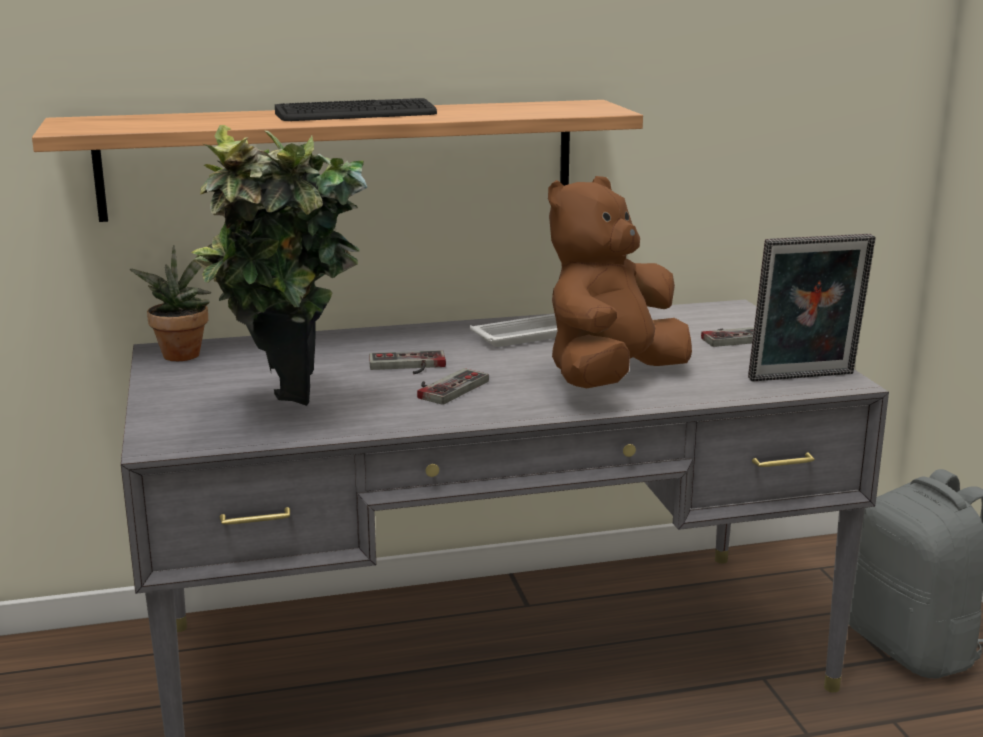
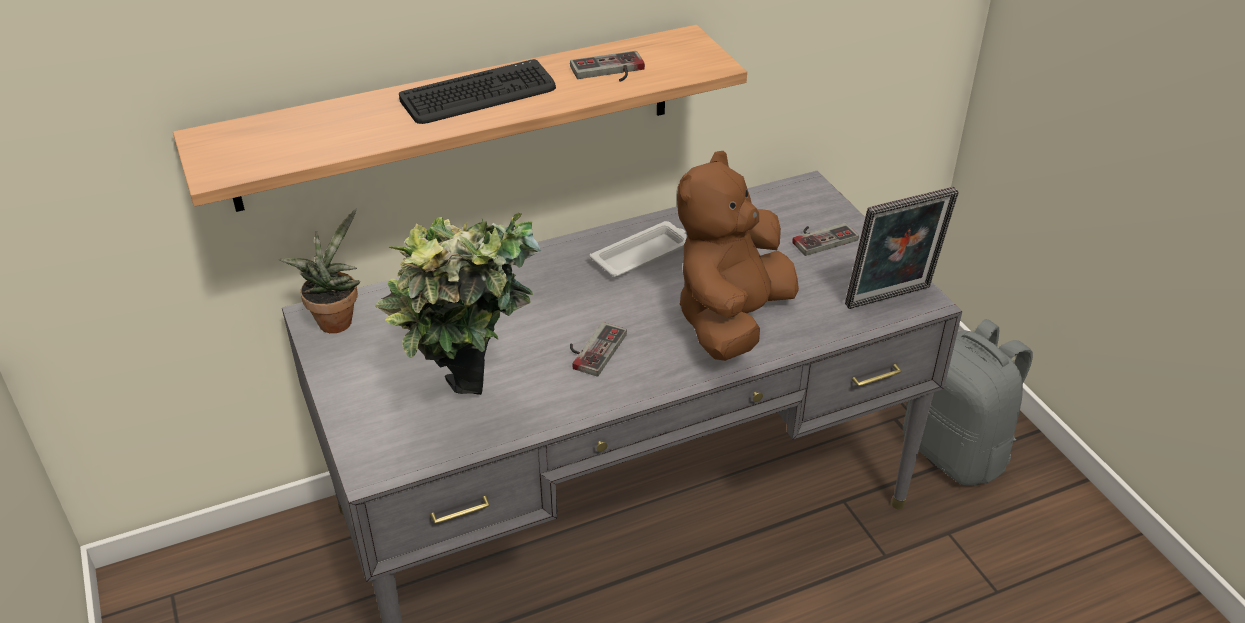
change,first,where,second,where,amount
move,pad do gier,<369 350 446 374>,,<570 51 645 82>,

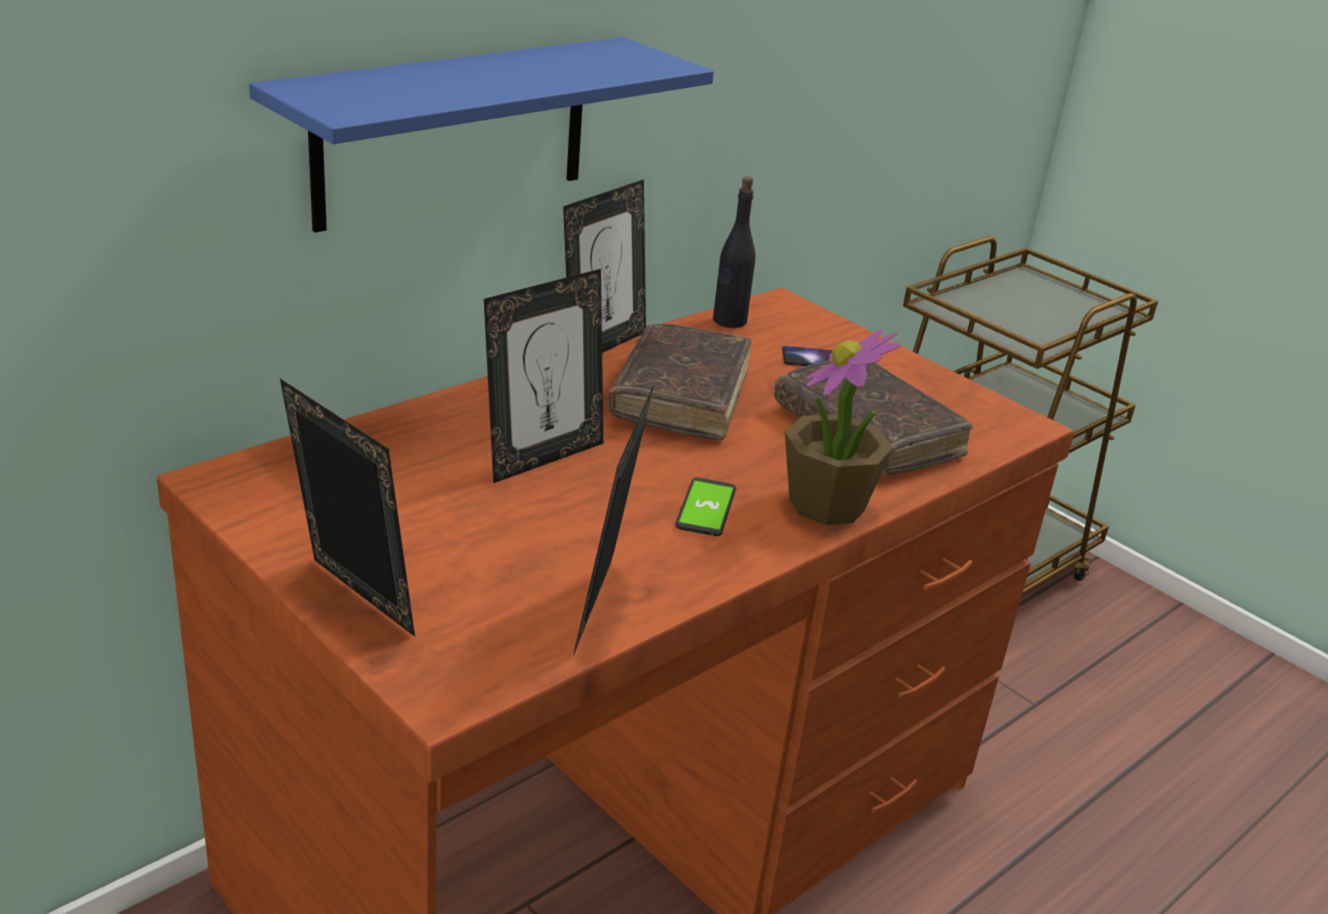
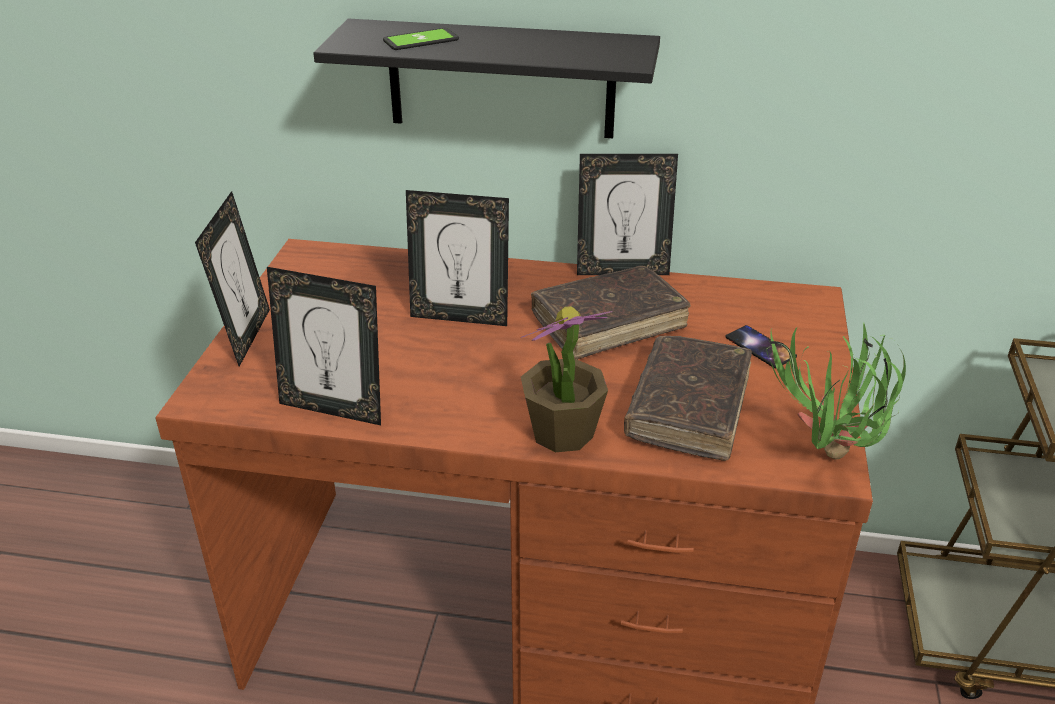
change,first,where,second,where,amount
recolor,półka/niebieski,<249 37 714 233>,półka/czarny,<313 19 660 138>,
delete,butelka/czarny,<713 177 755 328>,,,
rotate,ramka na zdjęcie,<573 384 654 656>,,<267 267 381 425>,135 degrees counterclockwise
move,telefon,<675 477 736 536>,,<383 28 459 50>,
insert,,,roślina doniczkowa,<767 323 906 459>,

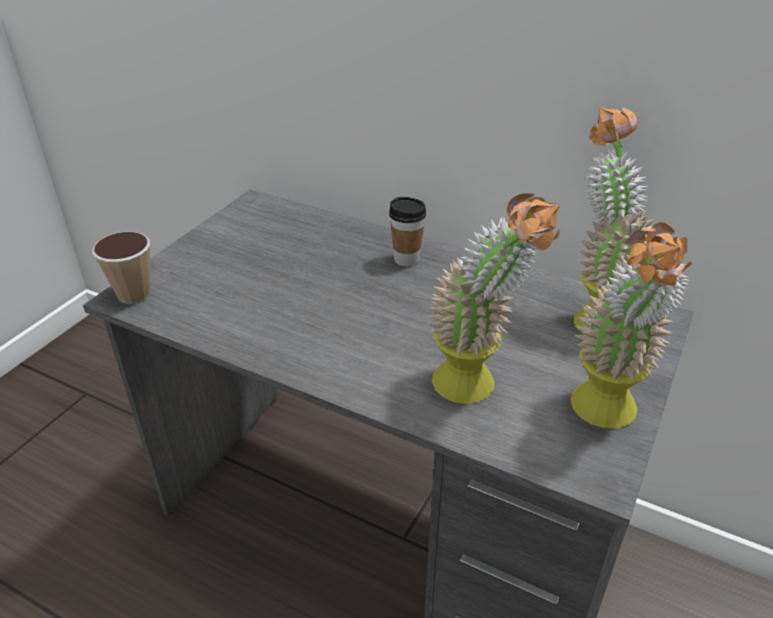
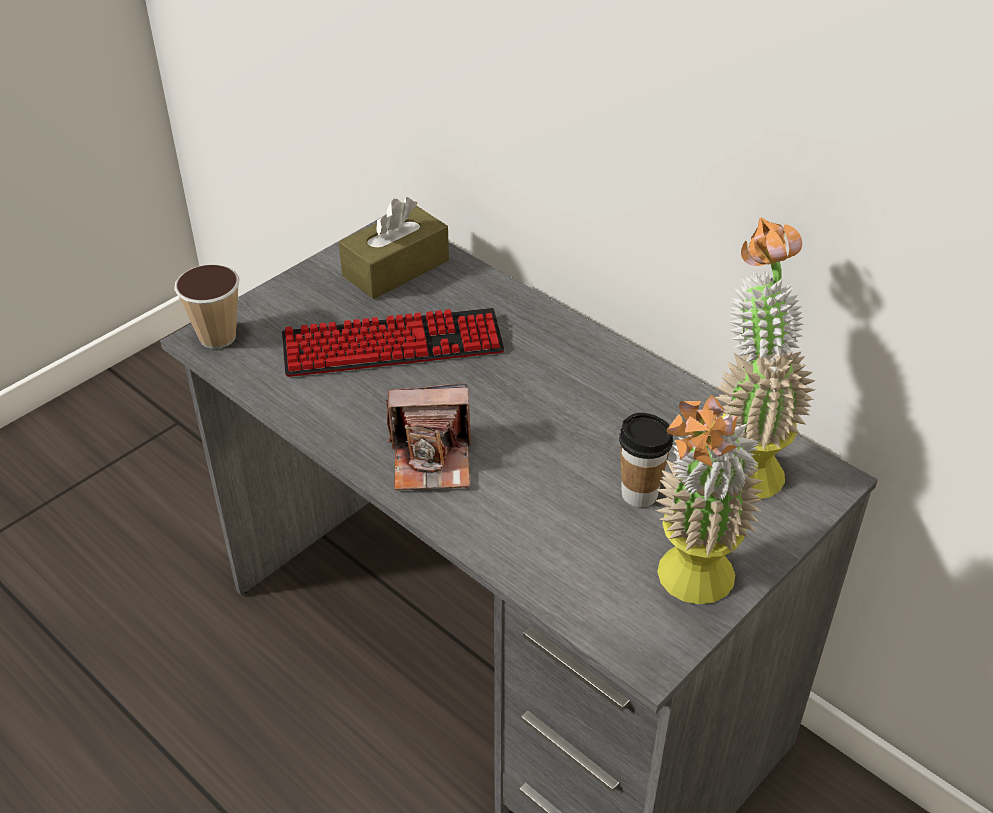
change,first,where,second,where,amount
delete,roślina doniczkowa,<429 193 560 404>,,,
move,filiżanka,<389 197 426 266>,,<619 413 673 507>,
insert,,,pudełko chusteczek/brązowy,<339 197 449 299>,
insert,,,klawiatura,<282 308 504 377>,
insert,,,aparat fotograficzny,<386 383 471 490>,

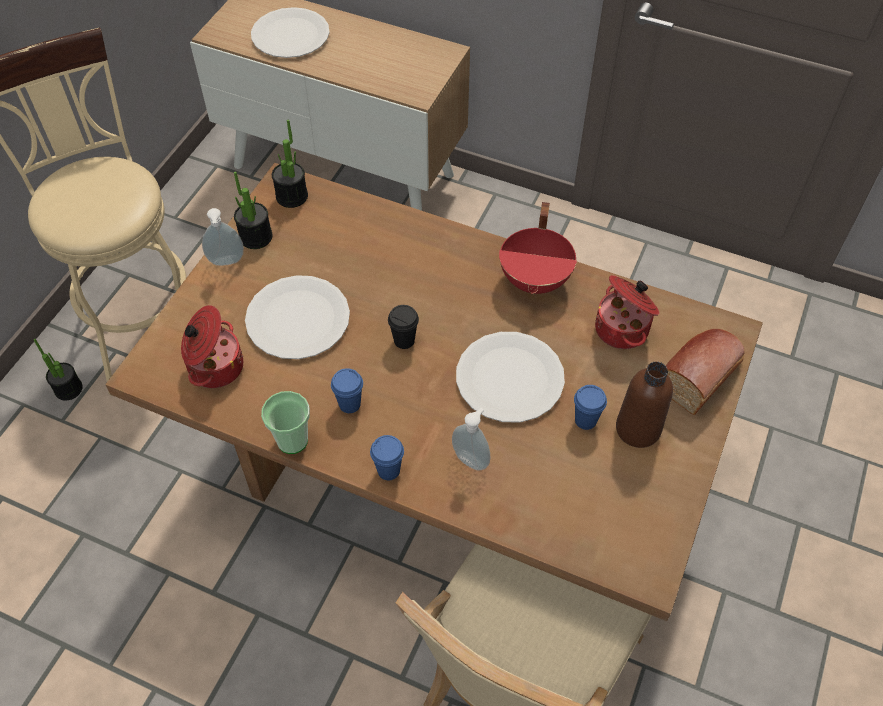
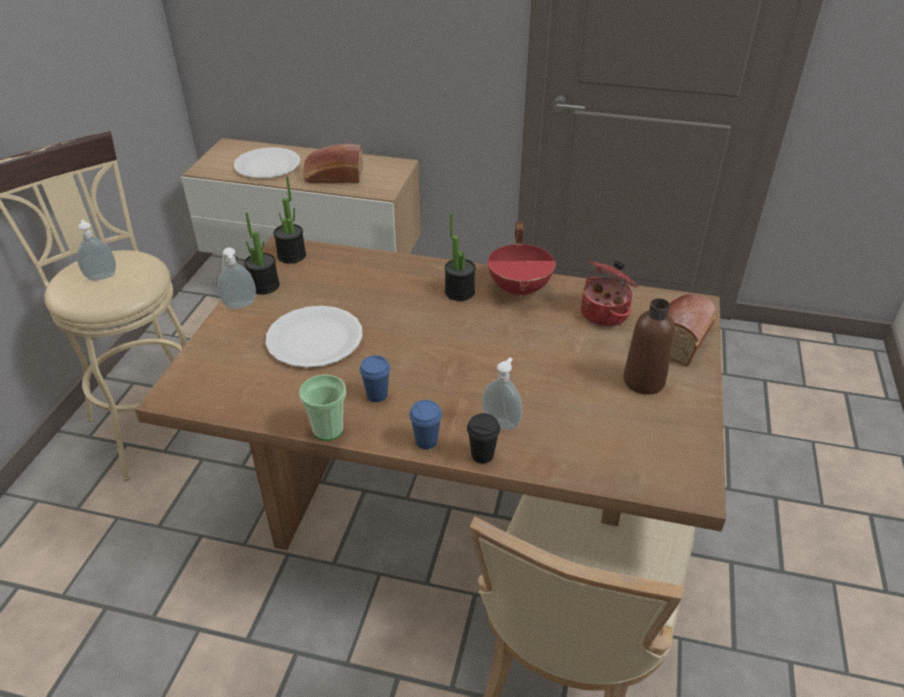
change,first,where,second,where,amount
delete,garnek,<181 305 243 388>,,,
move,filiżanka/czarny,<388 305 419 349>,,<467 413 500 463>,
delete,talerz/biały,<456 332 565 422>,,,
move,roślina doniczkowa,<33 339 83 401>,,<445 212 476 301>,
delete,filiżanka/niebieski,<574 385 607 430>,,,
insert,,,chleb,<303 144 363 183>,
insert,,,dozownik mydła,<77 220 116 281>,

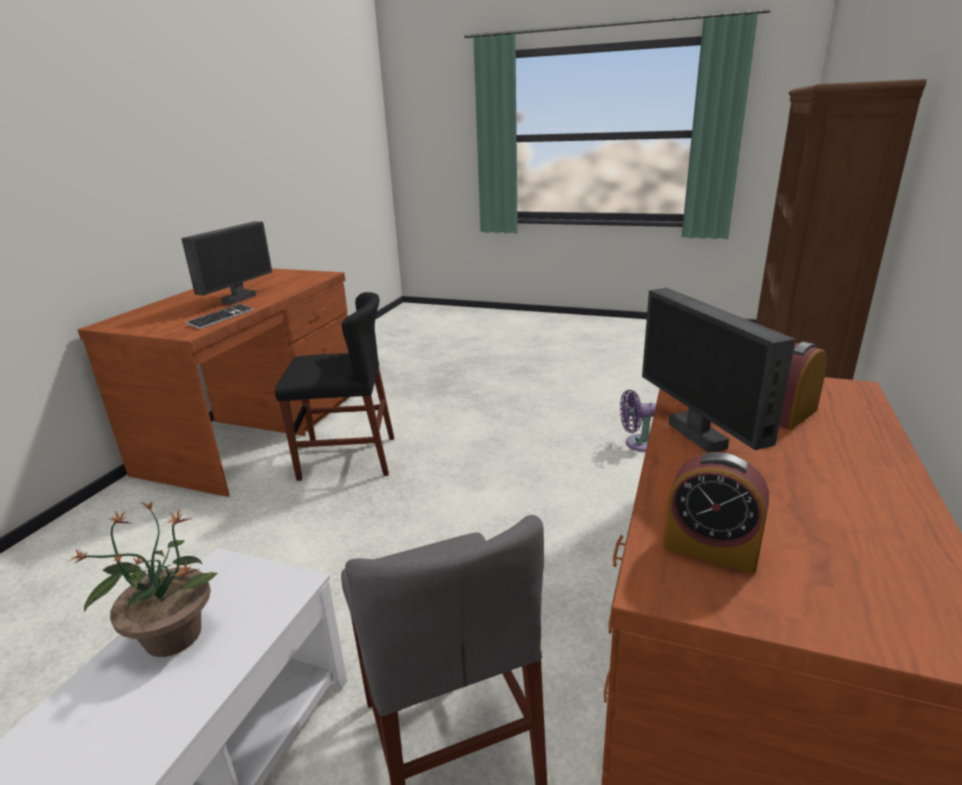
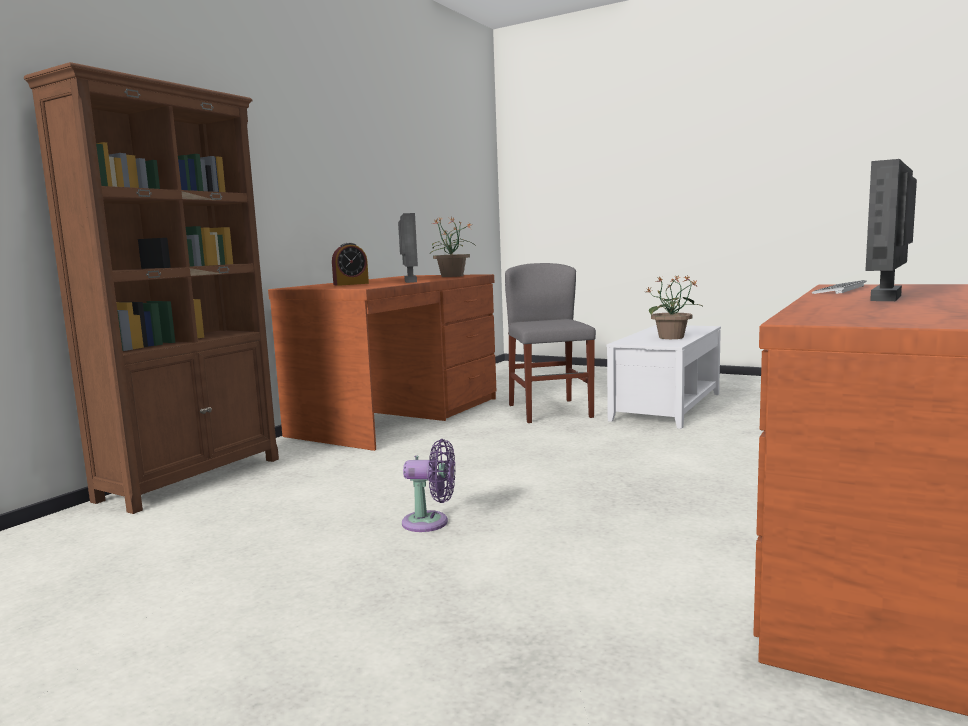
change,first,where,second,where,amount
delete,krzesło/czarny,<275 292 394 481>,,,
move,wentylator/fioletowy,<620 390 656 452>,,<402 439 455 532>,
replace,budzik,<663 452 769 573>,roślina doniczkowa,<430 217 476 277>,

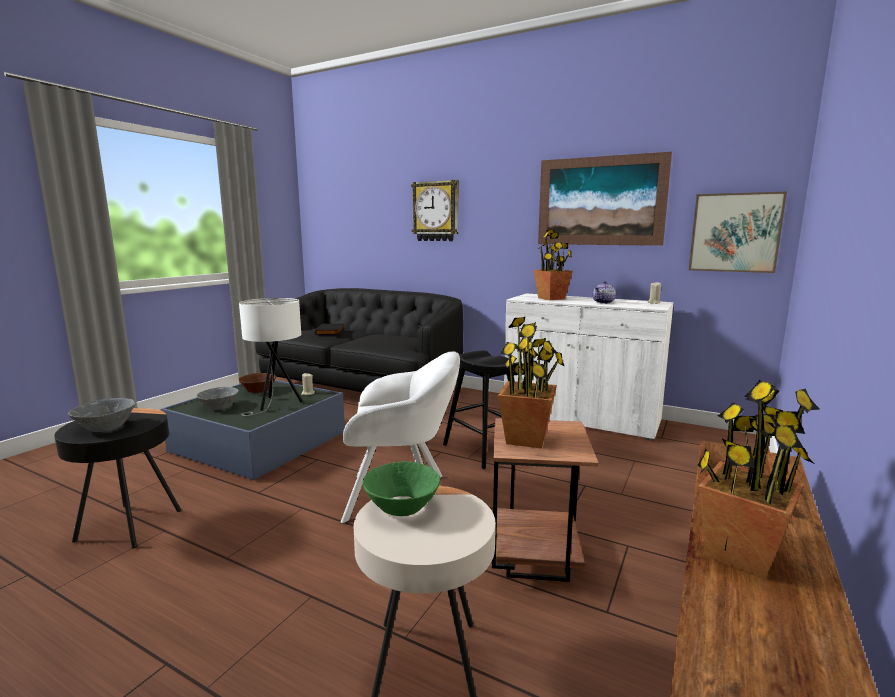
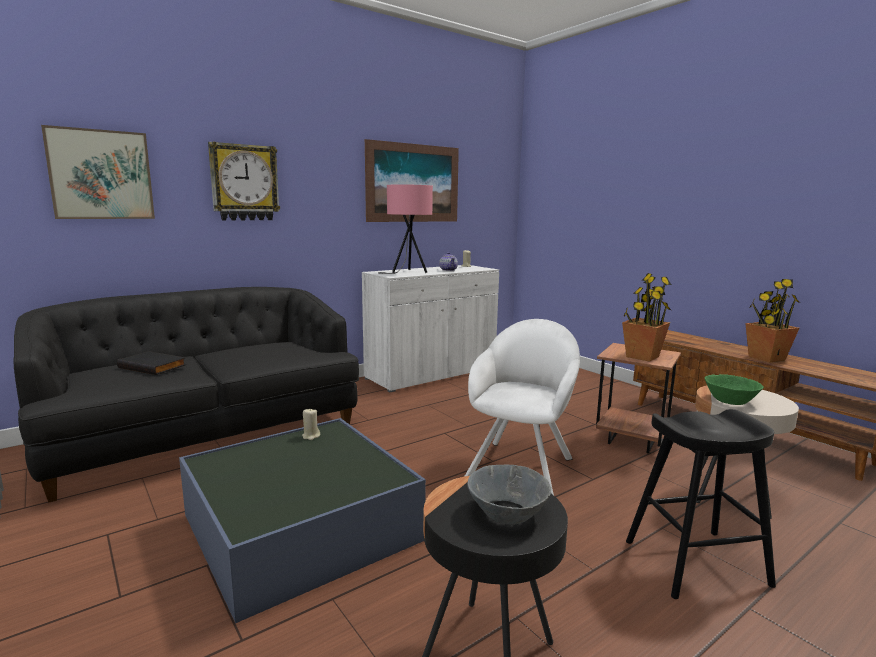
change,first,where,second,where,amount
move,obraz,<689 192 787 273>,,<41 125 155 219>,
replace,roślina doniczkowa,<533 230 573 300>,lampa stołowa/różowy,<378 184 433 274>,
delete,lampa stołowa/biały,<239 298 303 416>,,,
move,stołek/czarny,<443 350 519 469>,,<626 409 776 599>,
delete,miska/brązowy,<239 373 276 393>,,,
delete,miska/szary,<197 387 239 410>,,,

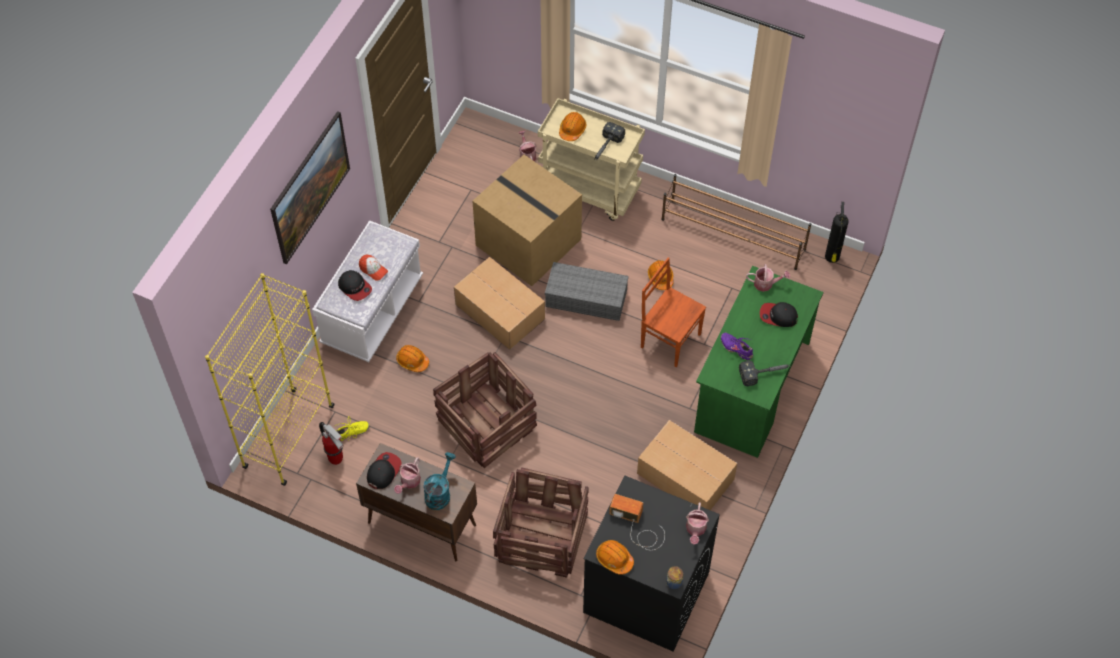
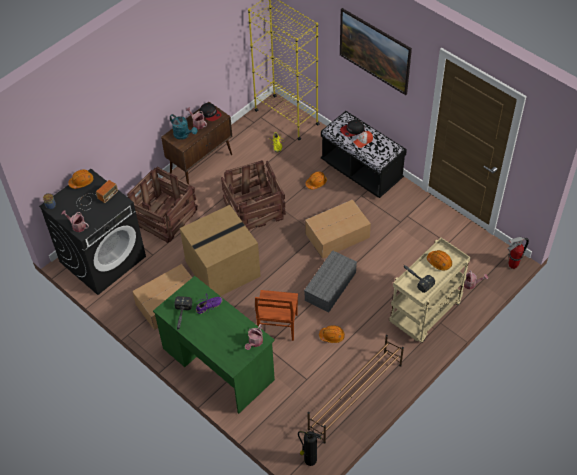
change,first,where,second,where,amount
move,karton,<472 155 582 286>,,<180 205 261 296>,
recolor,ławka/biały,<312 220 423 362>,ławka/czarny,<321 111 407 198>,
rotate,krzesło/brązowy,<641 257 706 367>,,<255 290 298 341>,135 degrees clockwise
delete,czapka z daszkiem,<760 302 798 327>,,,
move,gaśnica,<319 422 343 465>,,<507 237 529 269>,

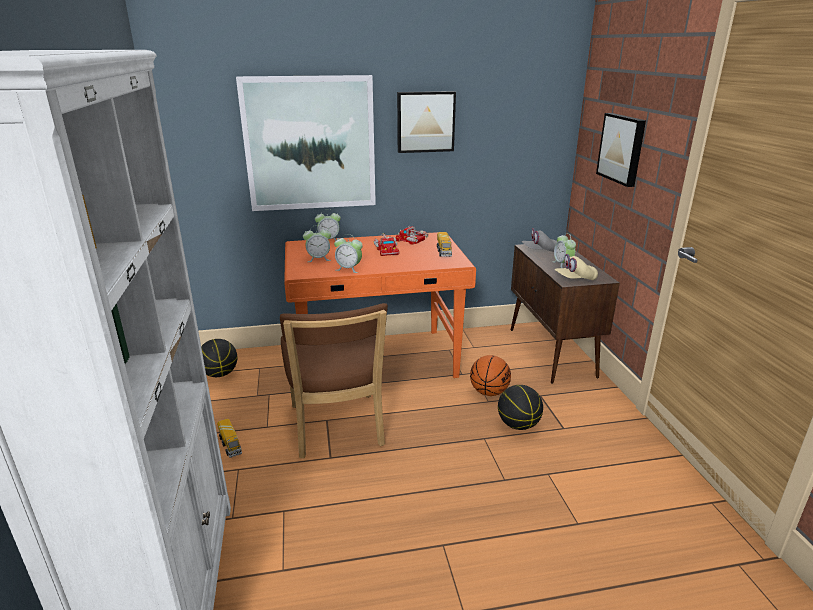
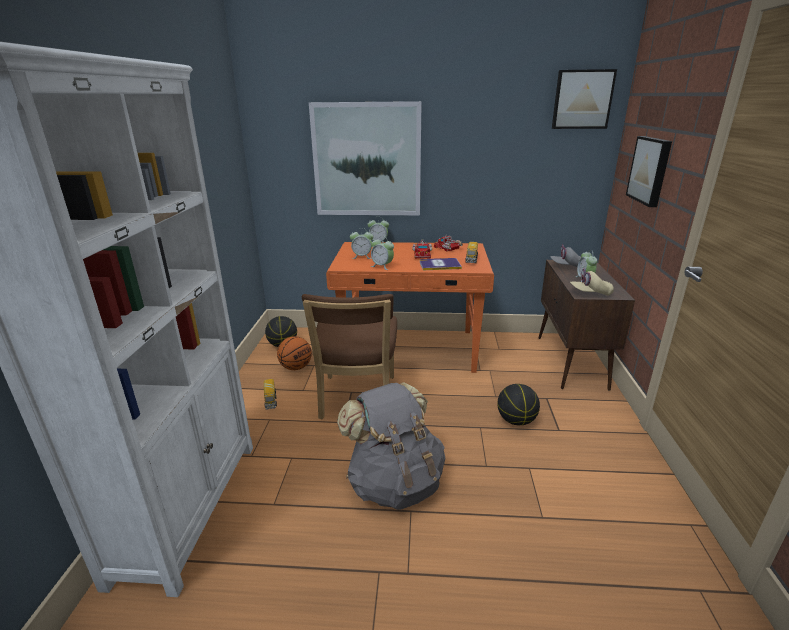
change,first,where,second,where,amount
move,obraz,<397 91 456 153>,,<552 69 617 129>,
move,piłka do koszykówki,<470 355 511 396>,,<277 336 312 370>,
insert,,,książka,<420 258 462 270>,
insert,,,plecak/szary,<337 382 445 510>,

